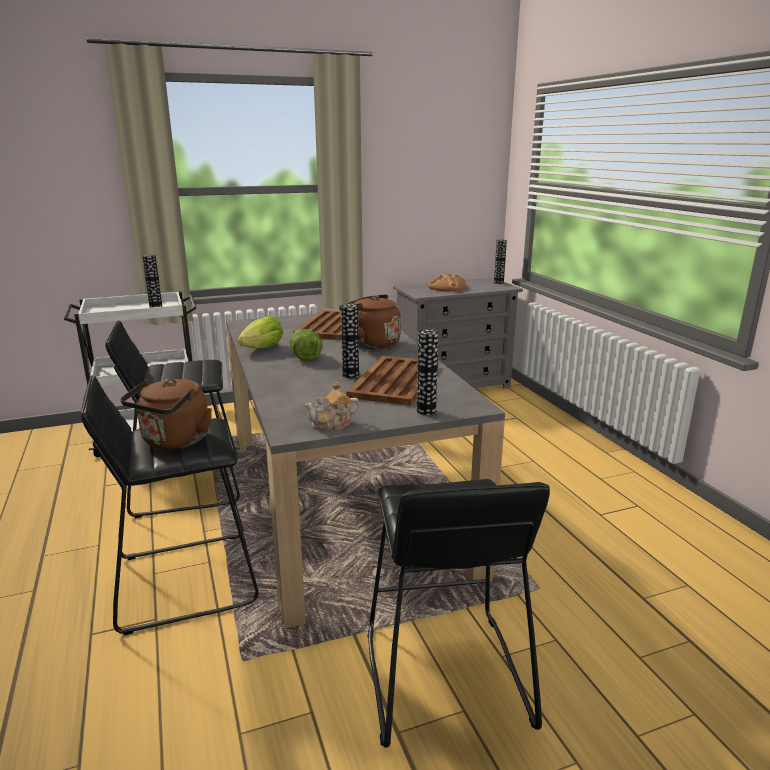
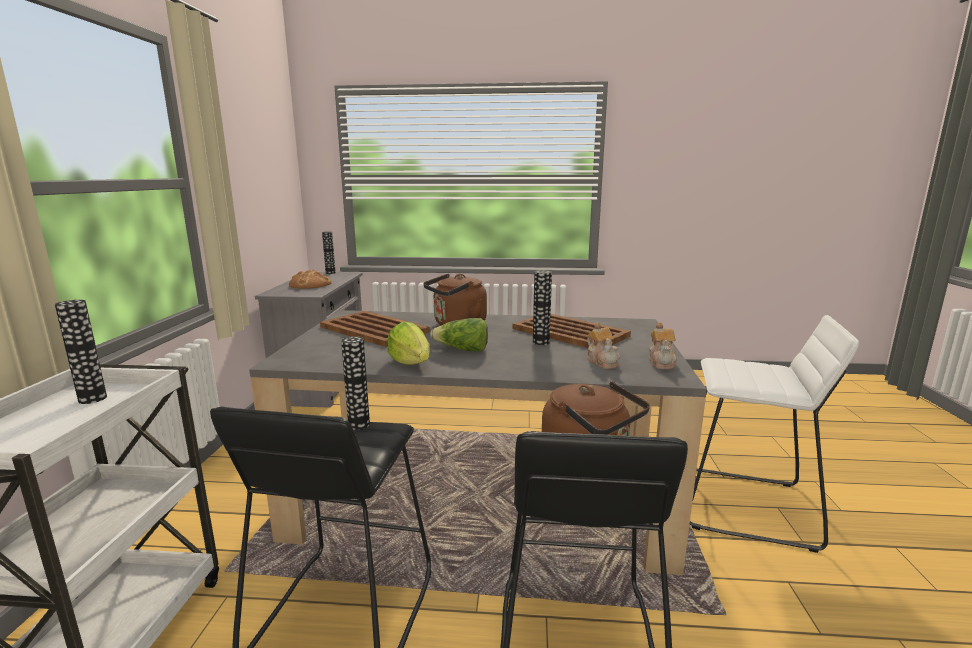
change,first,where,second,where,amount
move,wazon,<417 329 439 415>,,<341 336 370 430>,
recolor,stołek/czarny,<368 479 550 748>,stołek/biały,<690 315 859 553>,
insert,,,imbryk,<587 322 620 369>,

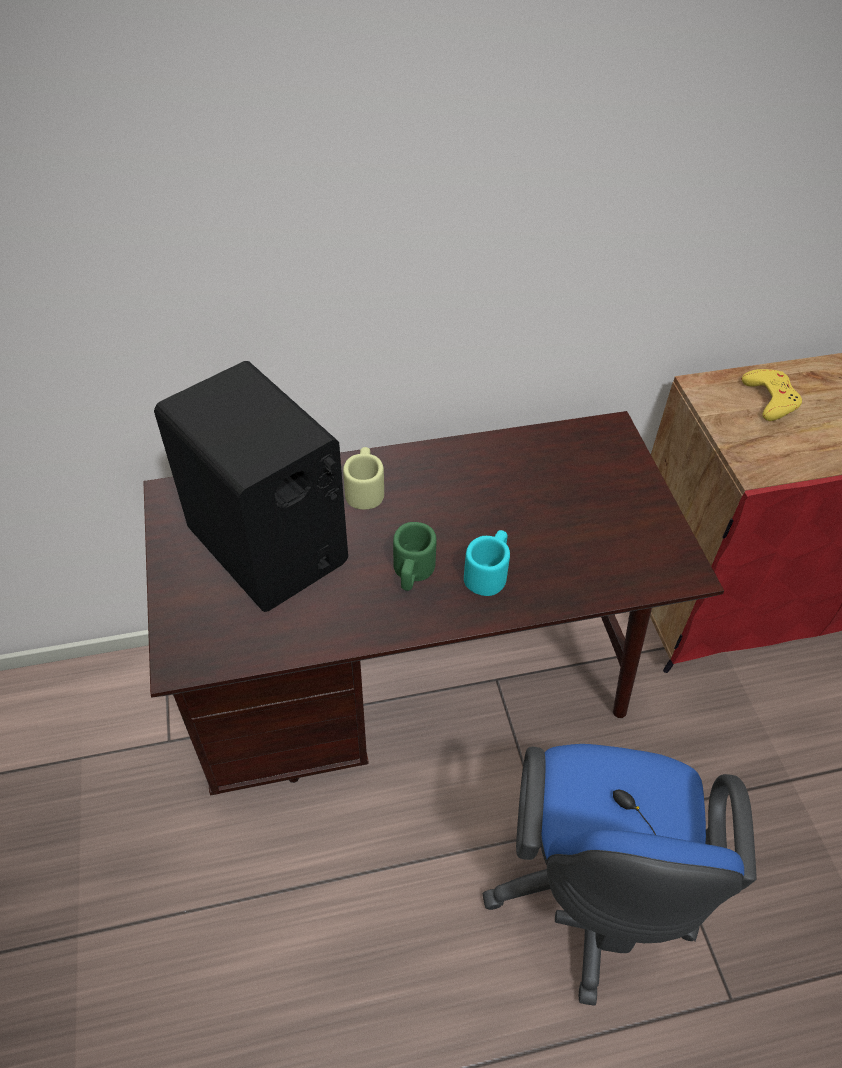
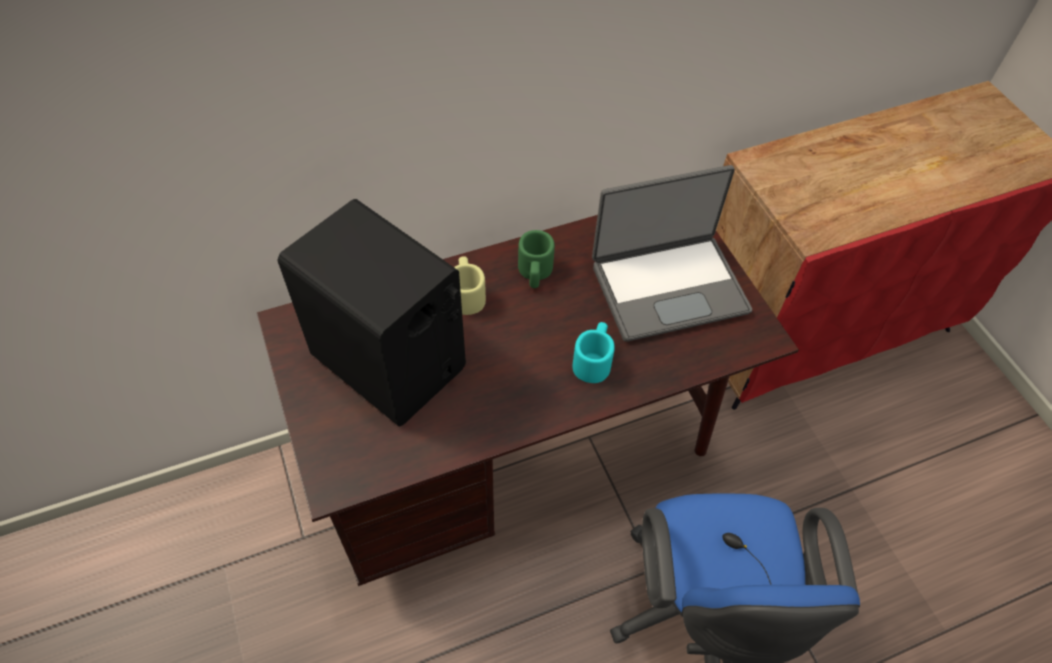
change,first,where,second,where,amount
delete,pad do gier/żółty,<742 369 802 421>,,,
move,kubek/zielony,<393 522 437 591>,,<518 230 555 288>,
insert,,,laptop,<592 165 752 342>,

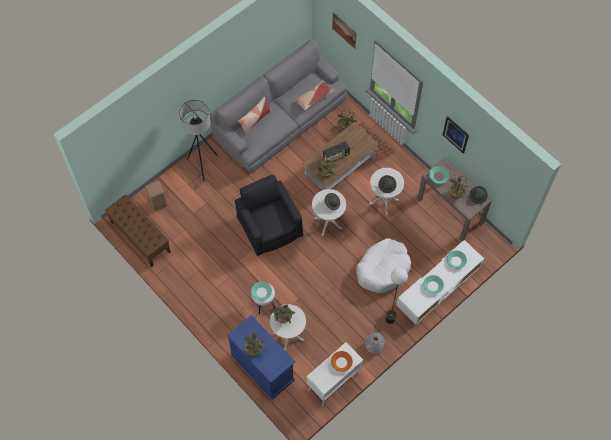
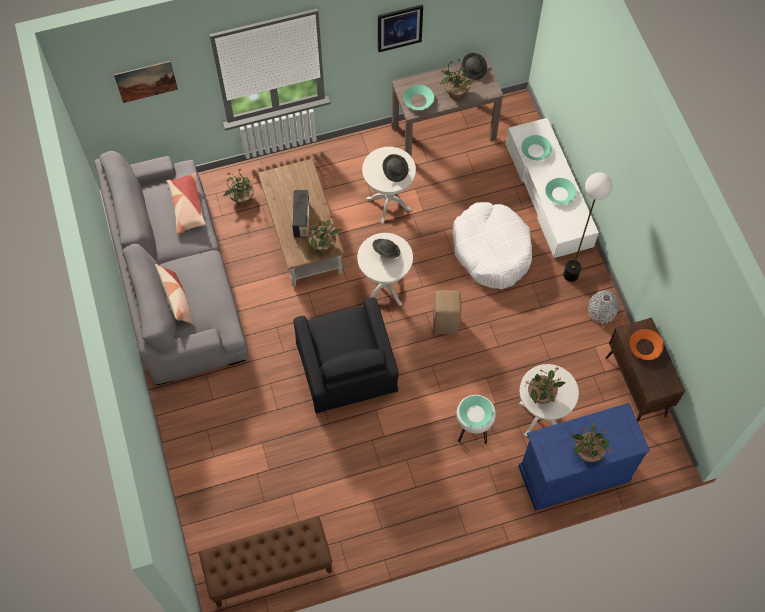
change,first,where,second,where,amount
delete,lampa stojąca/szary,<179 100 218 189>,,,
rotate,fotel/czarny,<235 175 303 256>,,<293 297 399 414>,105 degrees counterclockwise
move,stołek/beżowy,<145 181 167 211>,,<433 290 461 334>,
recolor,szafka/biały,<307 342 363 406>,szafka/brązowy,<606 318 685 422>,

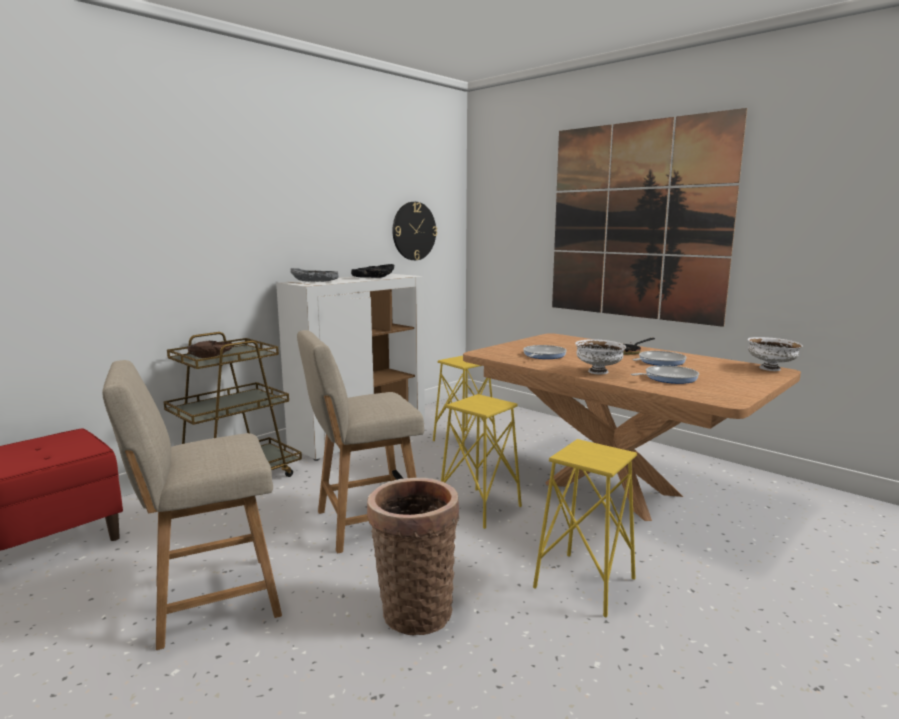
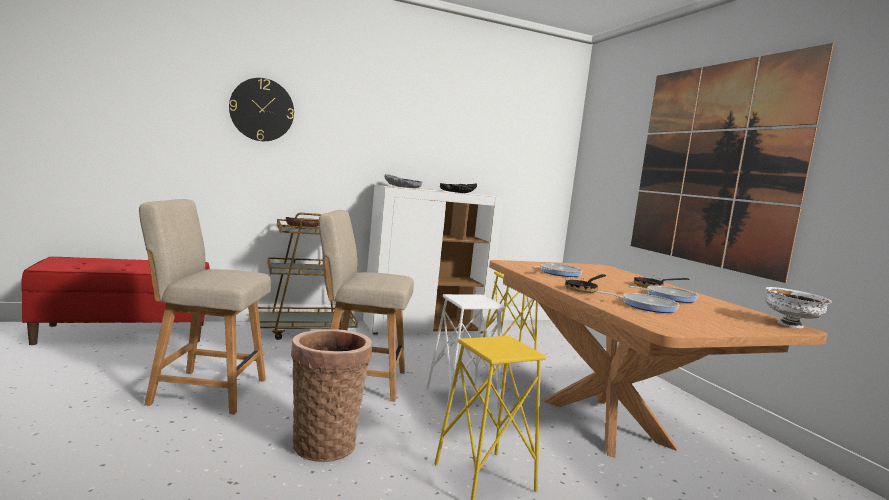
change,first,where,second,where,amount
move,zegar ścienny,<393 202 437 260>,,<229 78 294 141>,
replace,miska/biały,<575 339 626 374>,patelnia,<565 274 606 293>,
recolor,stołek/żółty,<441 394 522 529>,stołek/biały,<426 294 505 410>,

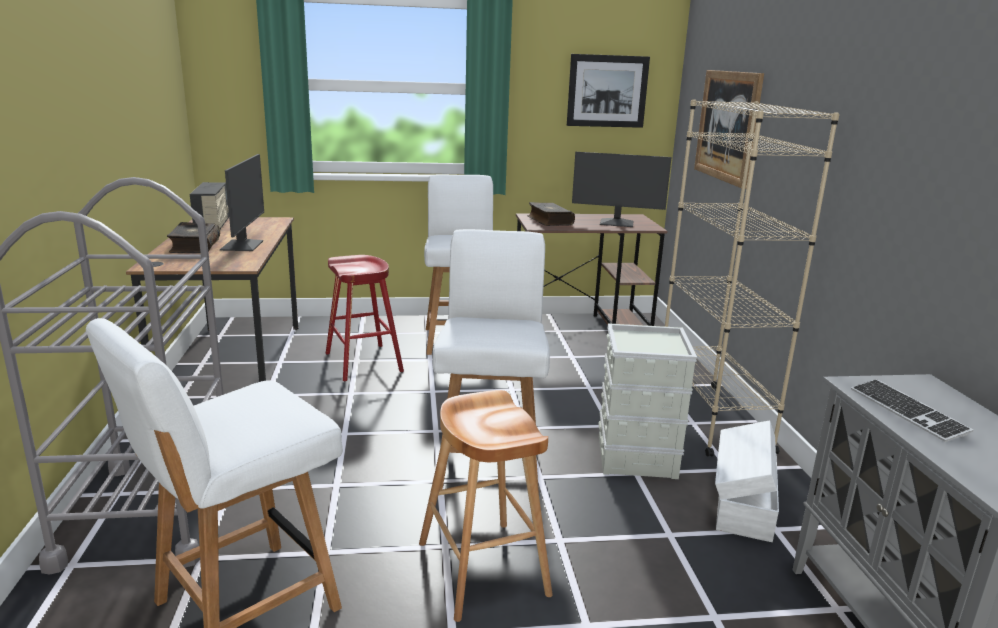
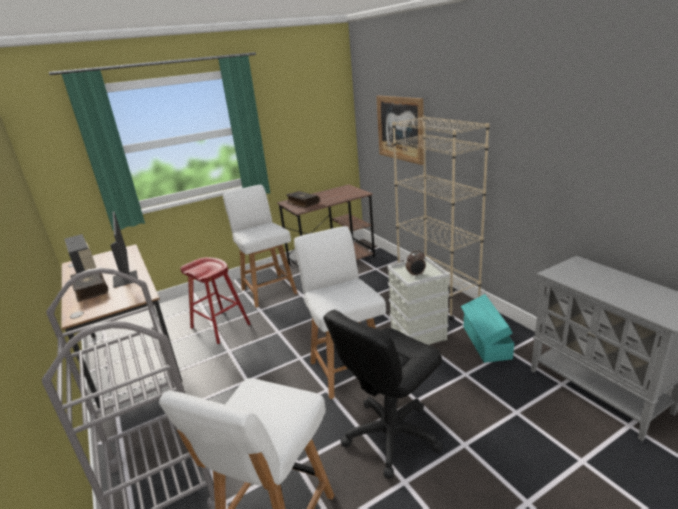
change,first,where,second,where,amount
delete,obraz,<567 54 650 128>,,,
delete,monitor,<572 152 672 227>,,,
delete,klawiatura,<851 379 973 442>,,,
replace,stołek/brązowy,<419 390 553 622>,krzesło biurowe/czarny,<323 310 443 479>,
recolor,pojemnik do przechowywania/biały,<715 420 779 542>,pojemnik do przechowywania/turkusowy,<461 294 514 363>,
insert,,,budzik,<406 250 426 277>,

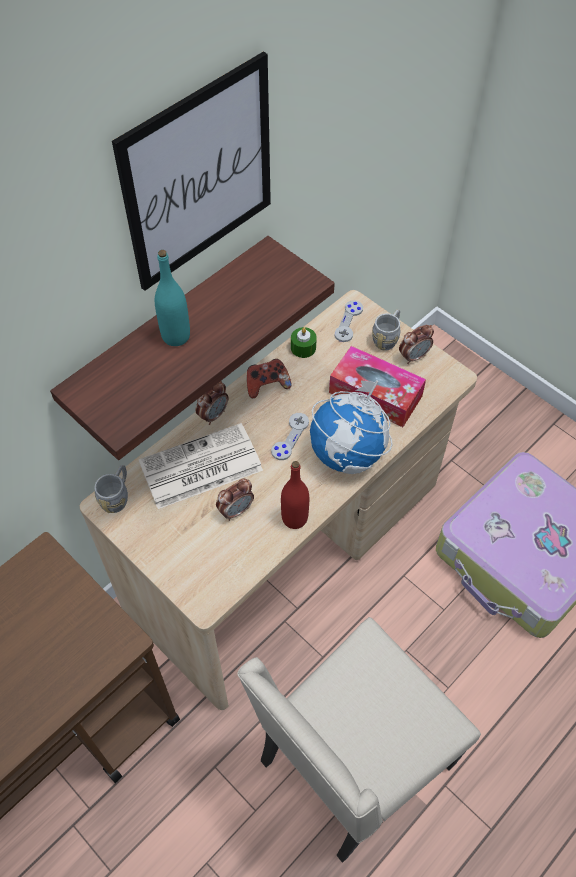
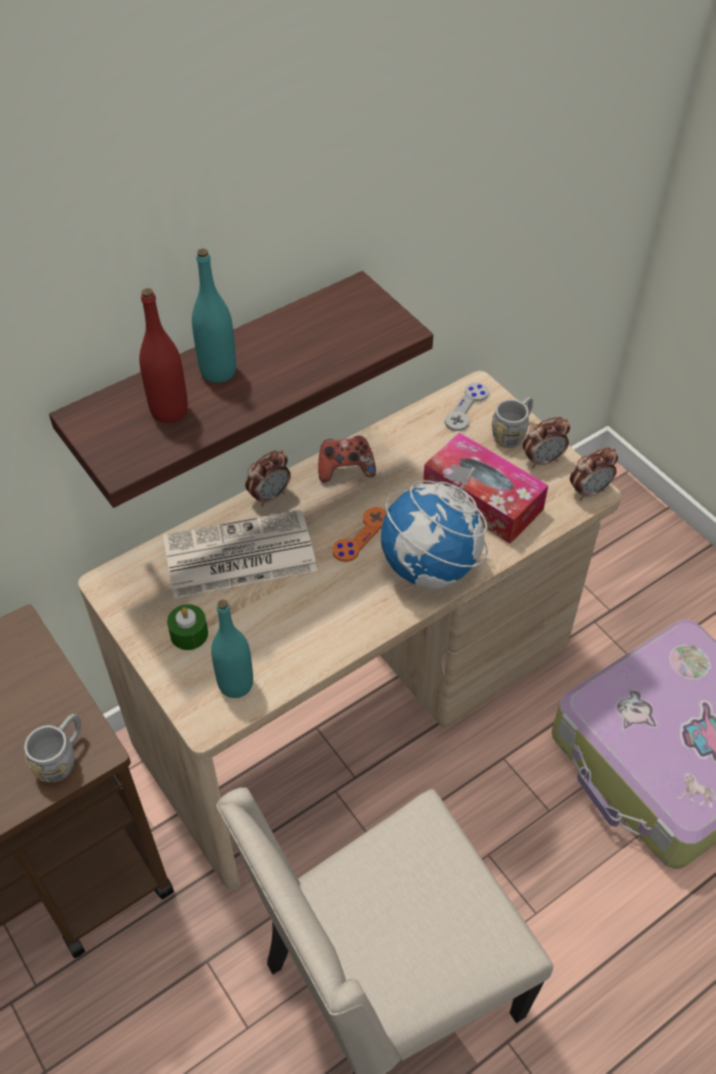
change,first,where,second,where,amount
delete,obraz,<112 51 271 291>,,,
move,świeca/zielony,<291 327 317 358>,,<167 604 208 650>,
recolor,pad do gier/szary,<271 413 309 460>,pad do gier/pomarańczowy,<333 507 387 562>,
move,butelka/czerwony,<281 461 309 529>,,<139 288 188 423>,
move,kubek/szary,<94 465 128 513>,,<24 714 81 782>,
move,budzik,<216 479 254 521>,,<570 447 618 500>,
insert,,,butelka/turkusowy,<211 599 253 698>,

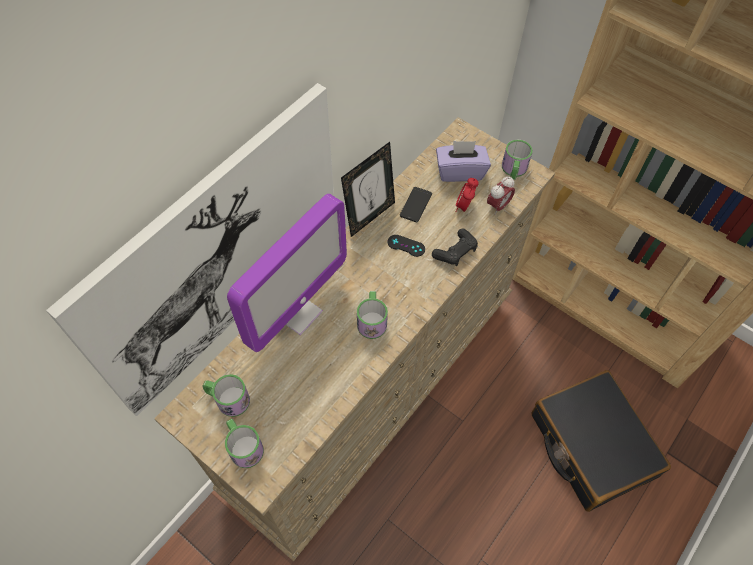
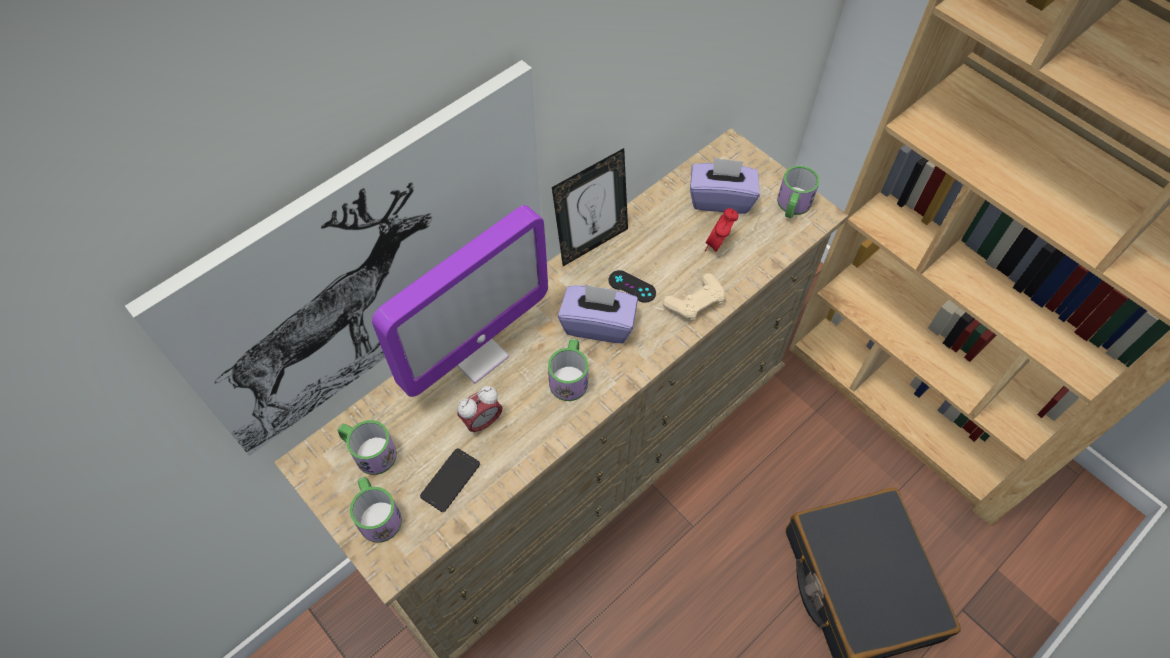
change,first,where,second,where,amount
move,budzik,<487 177 515 215>,,<457 386 503 435>,
move,telefon,<400 187 432 223>,,<420 448 480 512>,
recolor,pad do gier/czarny,<432 229 478 266>,pad do gier/beżowy,<663 273 725 322>,
insert,,,pudełko chusteczek/fioletowy,<558 284 638 343>,

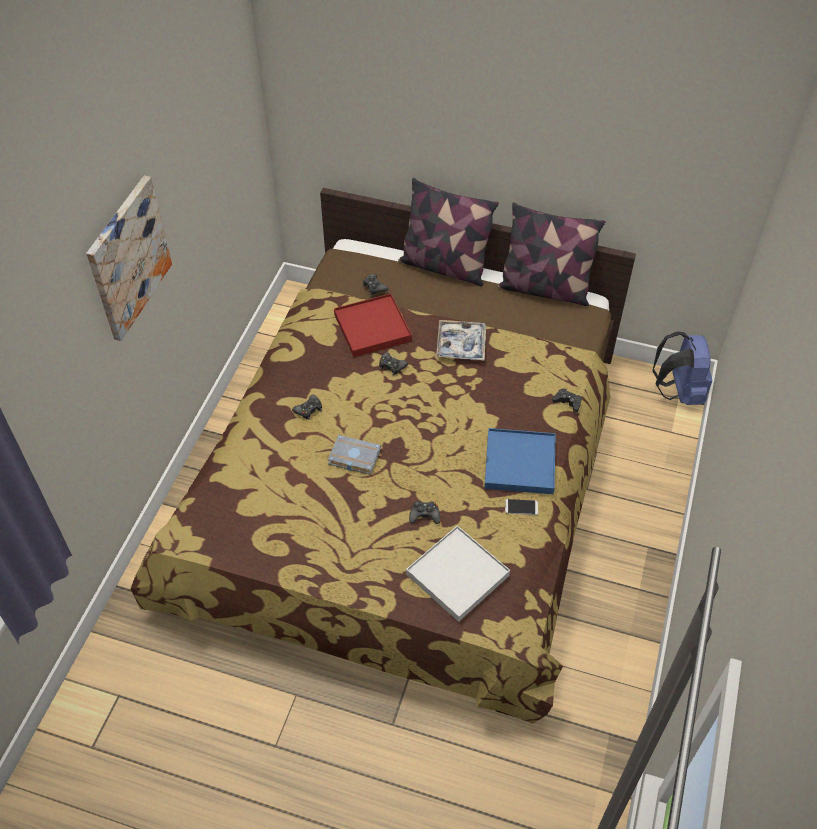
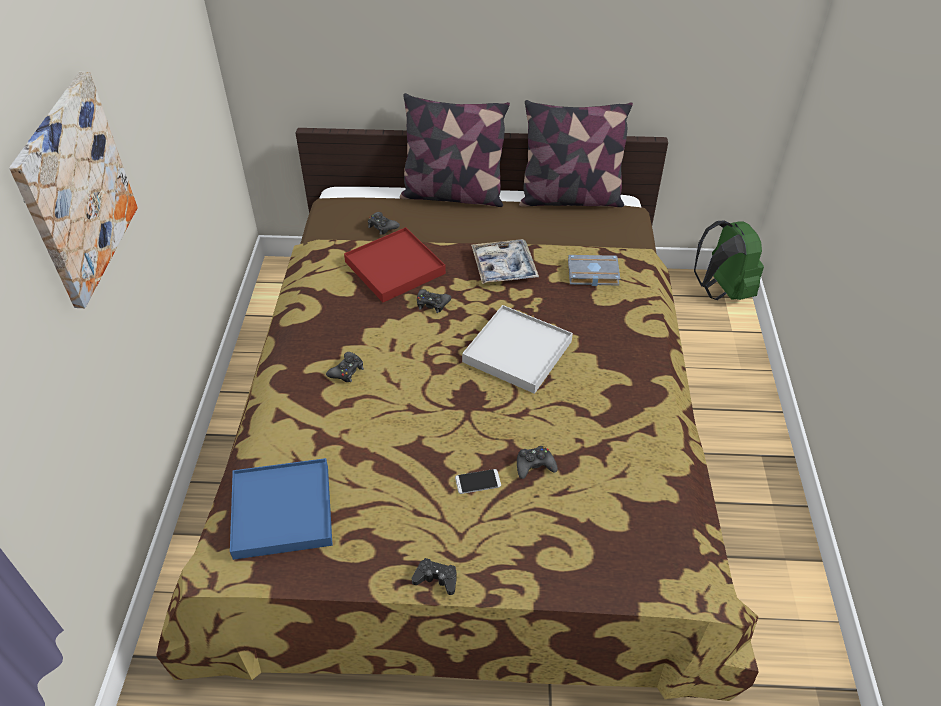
change,first,where,second,where,amount
recolor,plecak/niebieski,<653 331 712 405>,plecak/zielony,<694 221 764 300>,
move,pad do gier/czarny,<552 388 582 412>,,<412 558 457 595>,
move,taca/niebieski,<484 428 555 494>,,<230 458 333 560>,
move,książka/szary,<328 435 381 475>,,<568 255 620 286>,
move,telefon,<505 499 538 515>,,<455 469 501 494>,
move,taca/biały,<406 525 510 622>,,<462 305 573 394>,

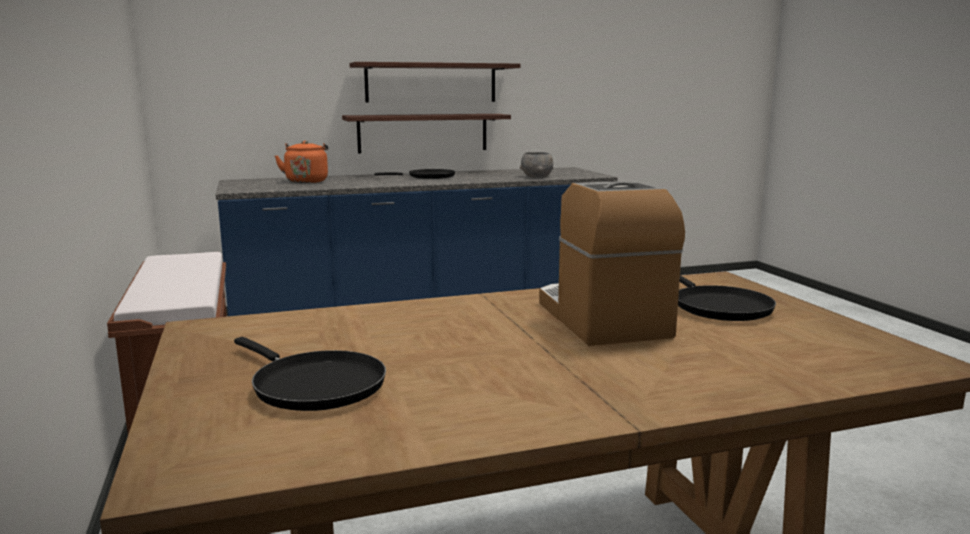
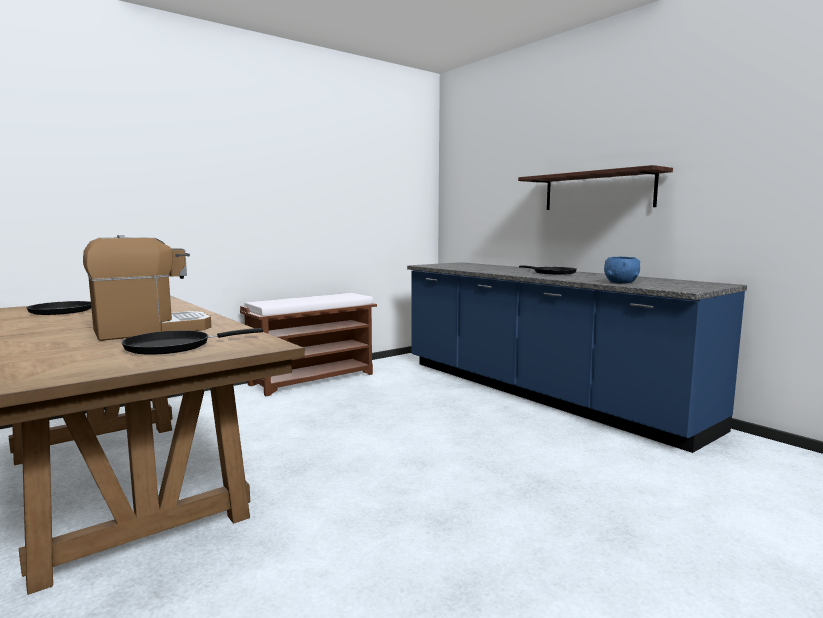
change,first,where,second,where,amount
delete,półka,<342 114 511 153>,,,
delete,czajnik/pomarańczowy,<275 141 328 183>,,,
recolor,miska/szary,<520 152 553 178>,miska/niebieski,<604 257 640 284>,

